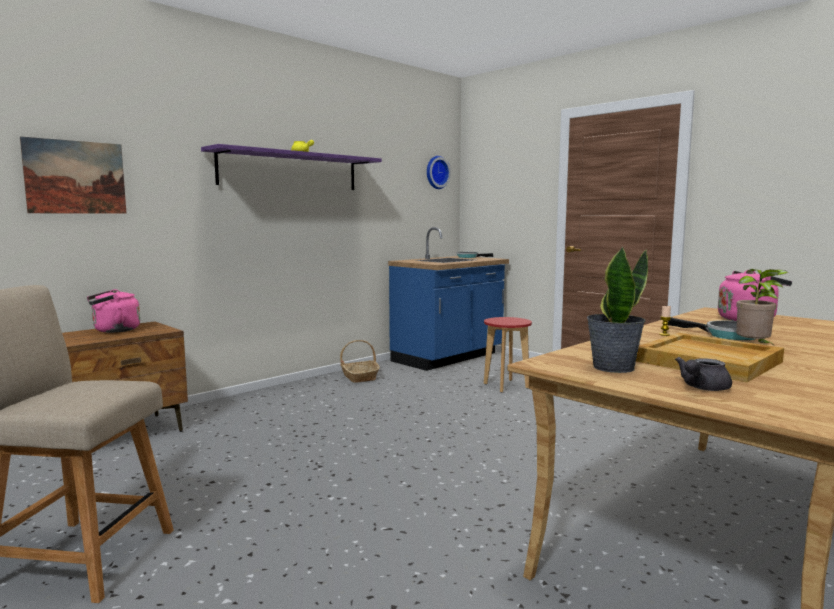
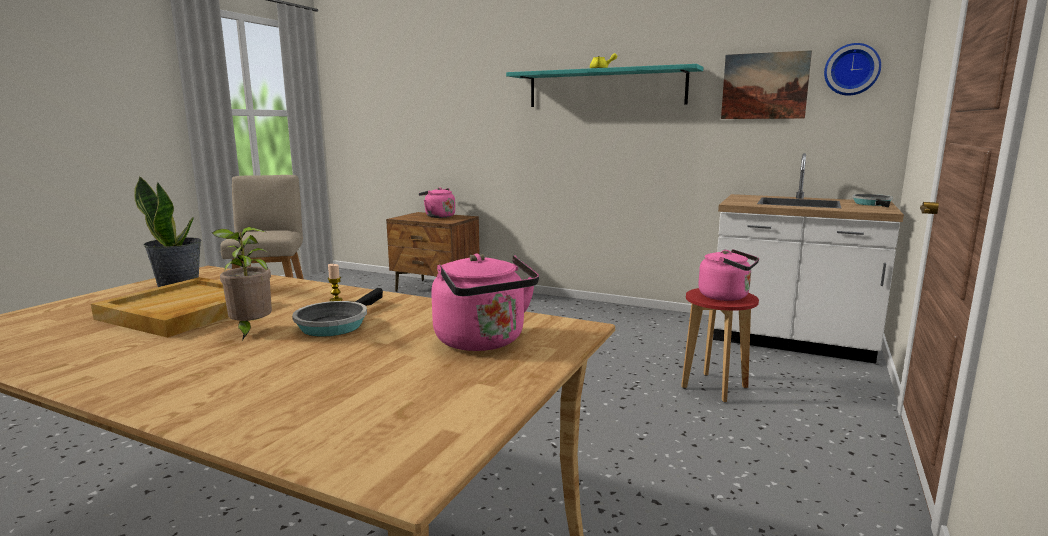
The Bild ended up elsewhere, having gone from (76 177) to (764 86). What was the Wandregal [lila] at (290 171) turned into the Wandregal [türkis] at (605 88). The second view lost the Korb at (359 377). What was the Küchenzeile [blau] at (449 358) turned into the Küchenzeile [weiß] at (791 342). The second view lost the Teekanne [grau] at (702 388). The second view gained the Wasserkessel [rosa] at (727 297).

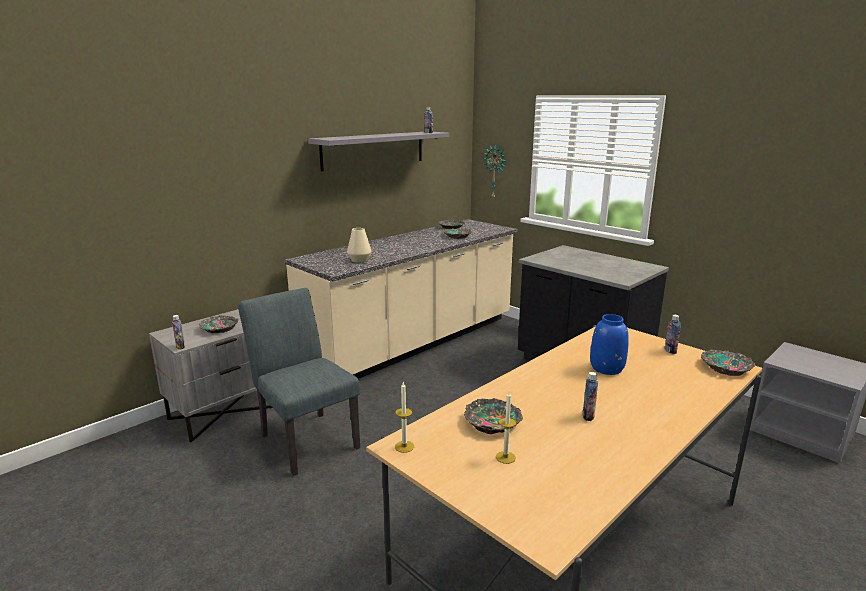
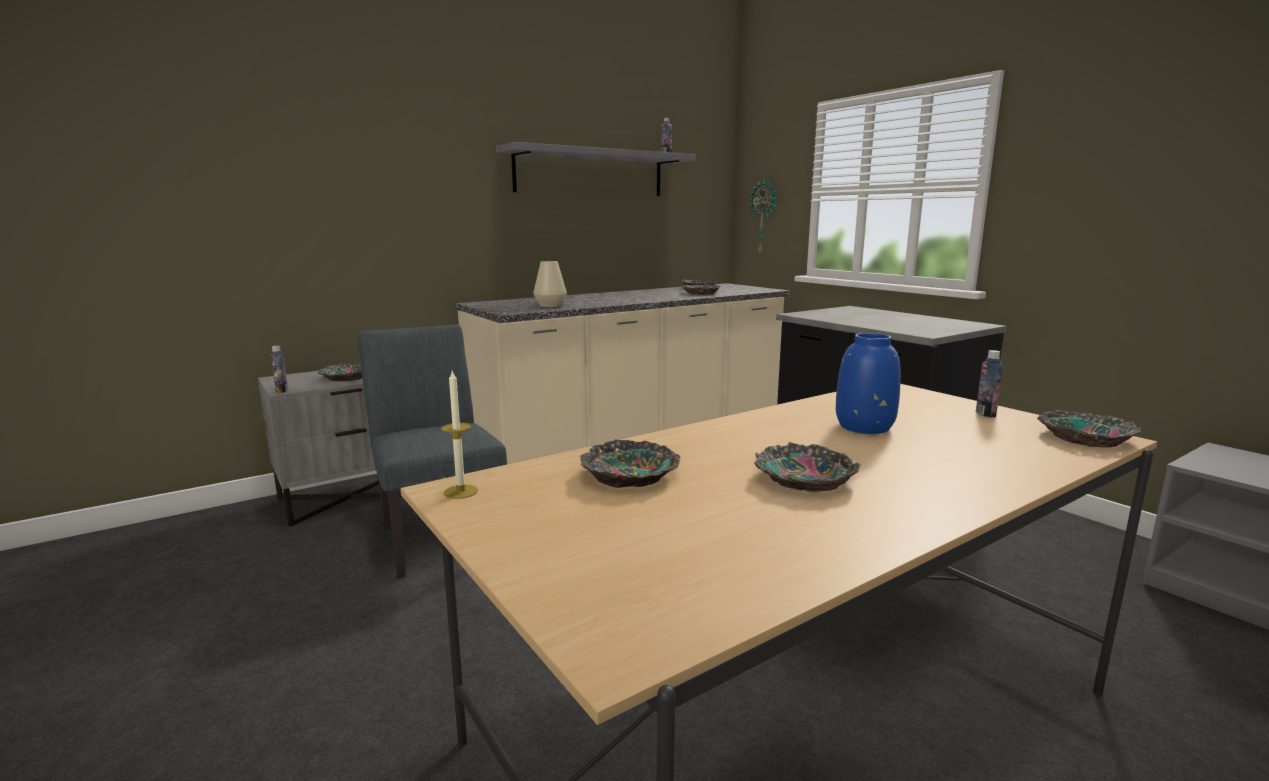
The second view lost the Kerze at (505 457). Where the Flasche stood at (588 416), the Schüssel came to stand at (803 478).

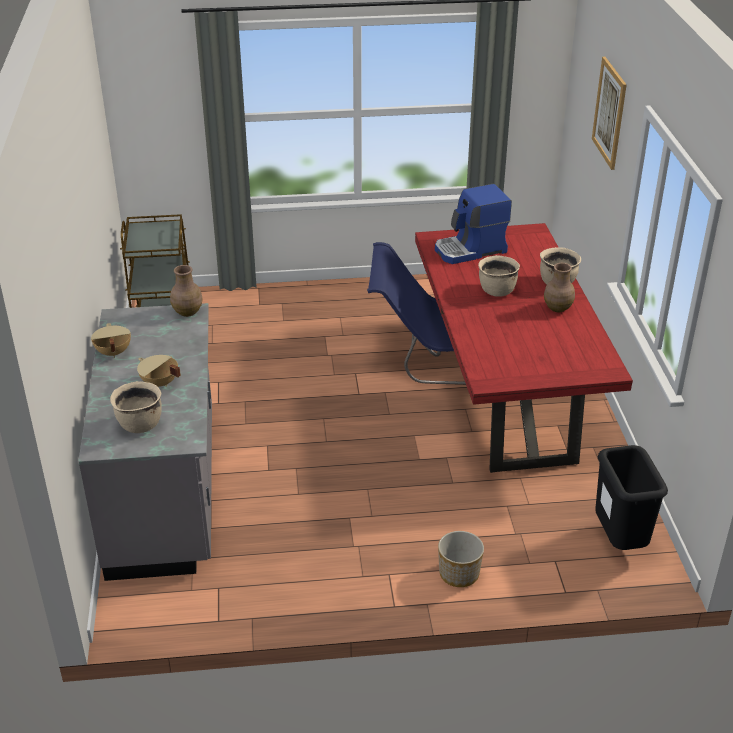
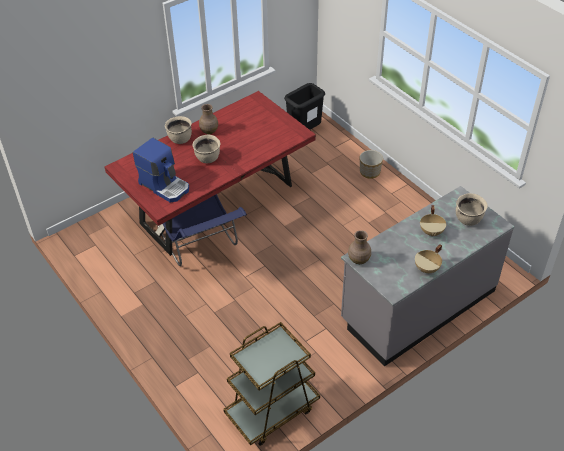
The second view lost the Bild at (609 113).

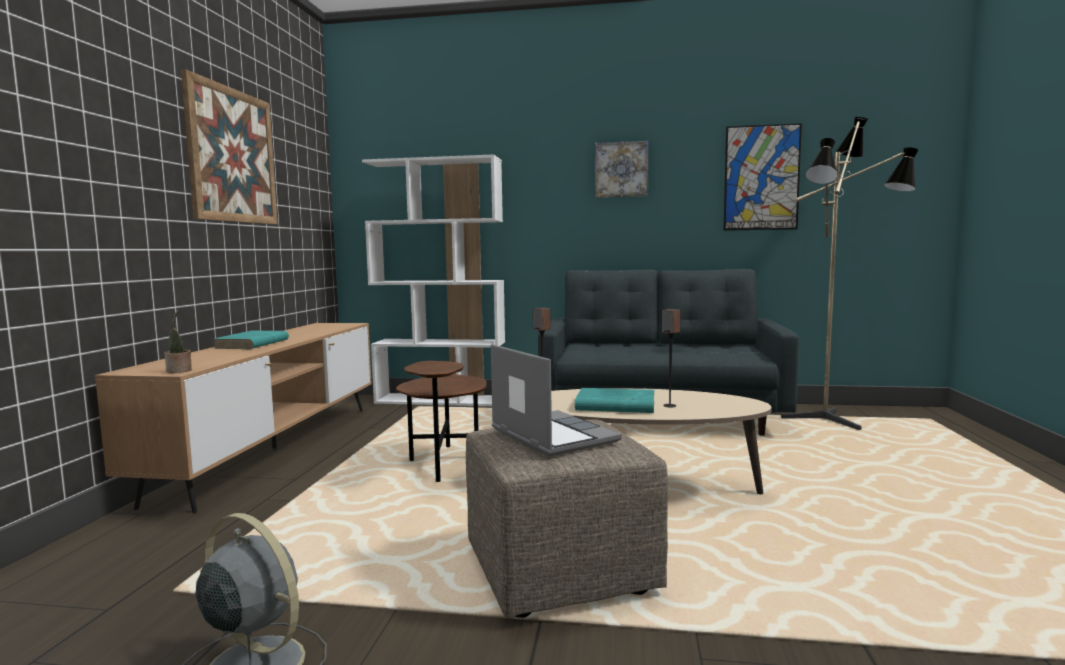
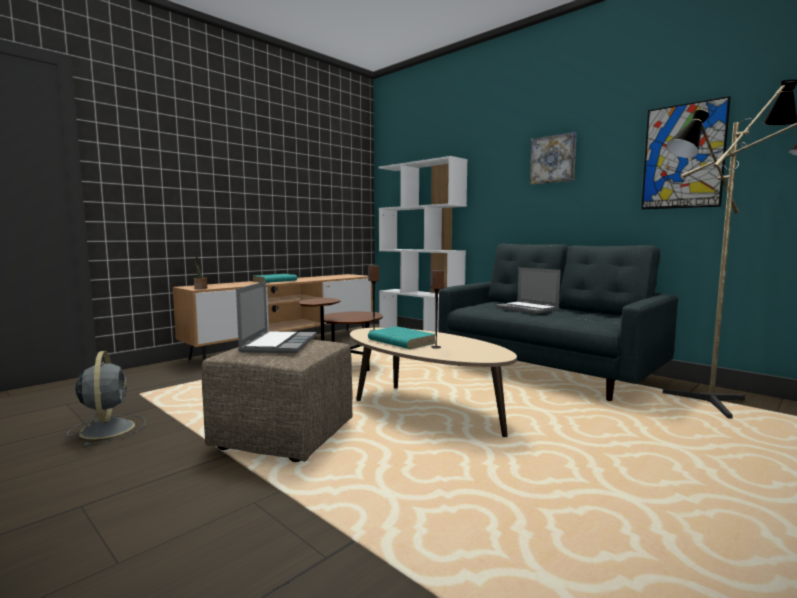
The second view lost the Bild at (232 156). The second view gained the Laptop at (528 309).

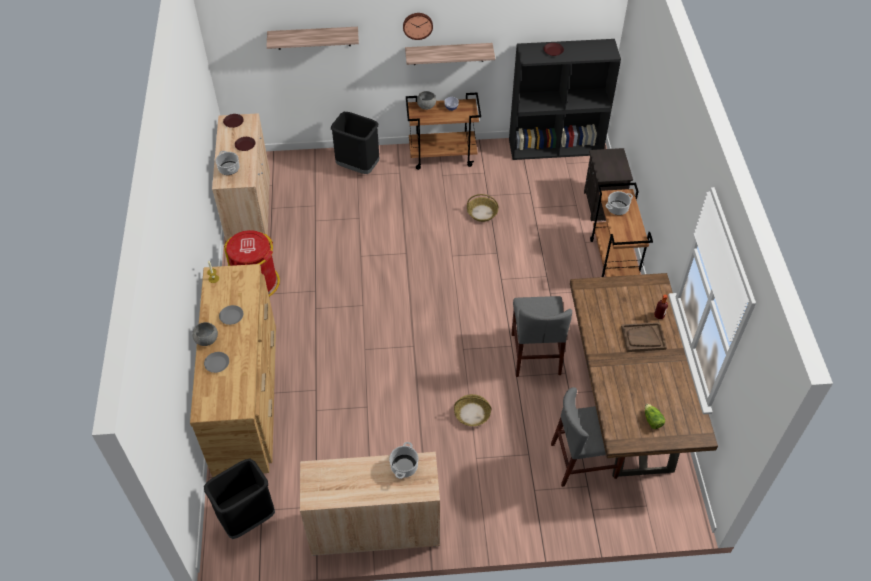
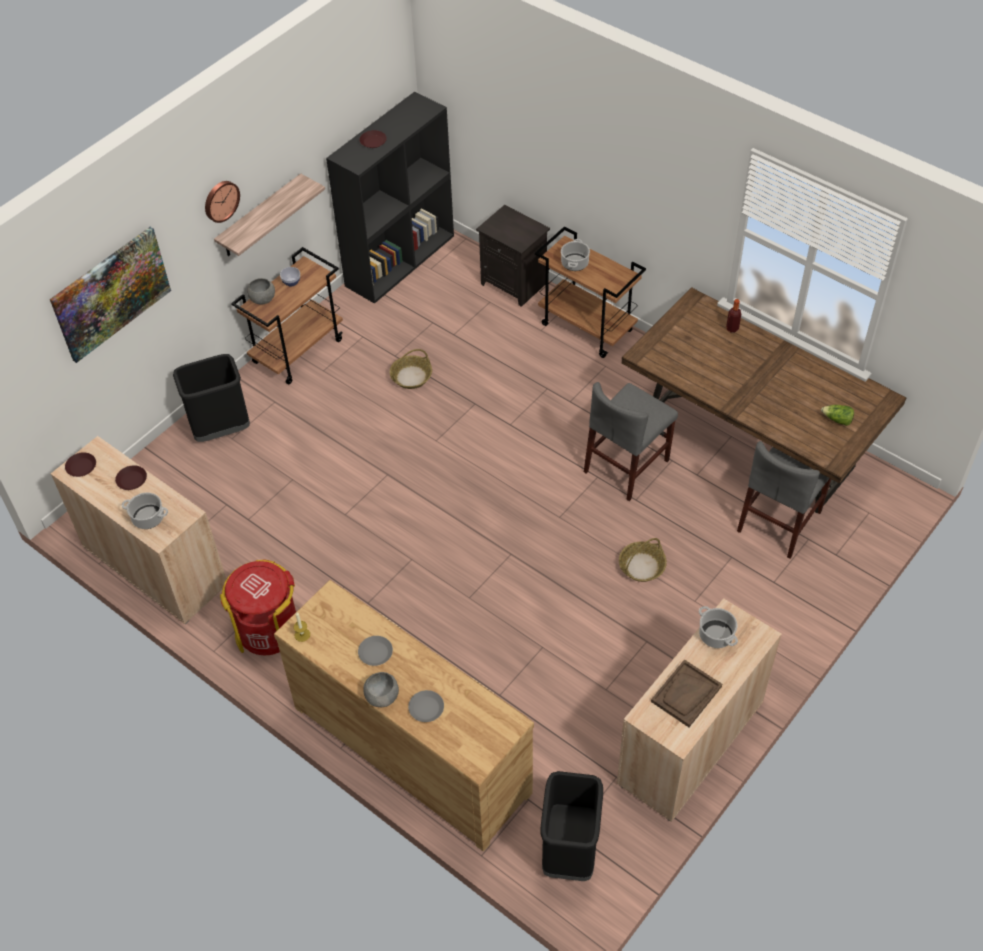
Where the Wandregal hung at (313 38), the Bild came to hang at (111 293). The Stuhl [grau] at (535 354) ended up facing another way, 90 degrees clockwise from before. The Tablett [braun] ended up elsewhere, having gone from (643 338) to (686 694).

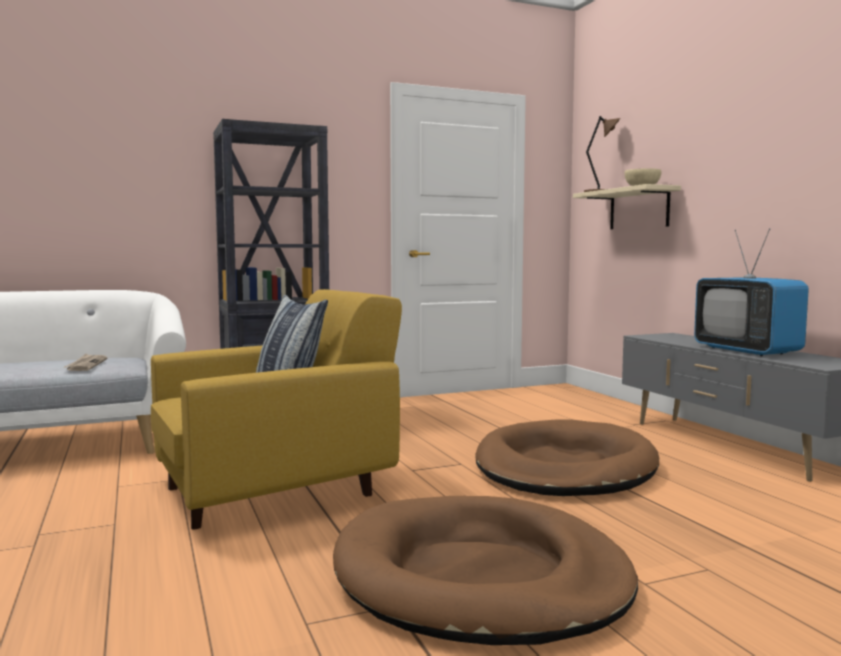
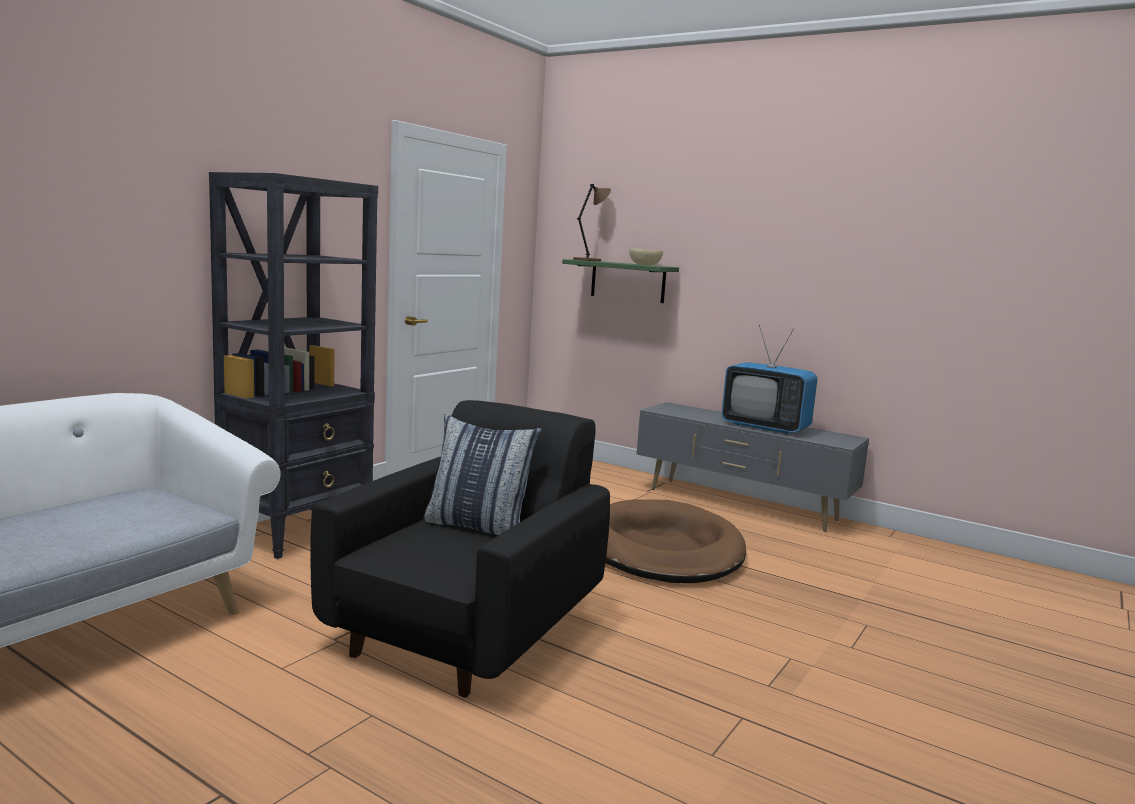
The second view lost the Zeitung at (86 365). What was the Sessel [gelb] at (277 490) turned into the Sessel [schwarz] at (468 630). The second view lost the Hundebett [braun] at (480 578). What was the Wandregal [beige] at (639 209) turned into the Wandregal [grün] at (628 281).

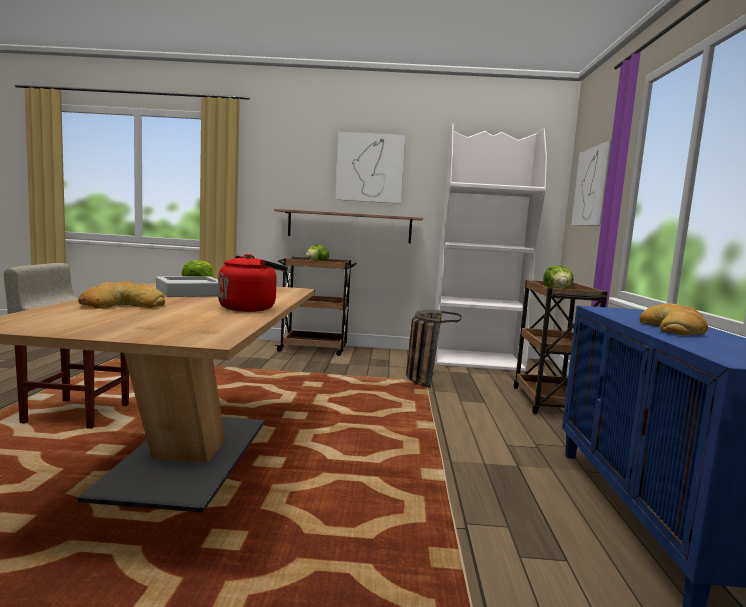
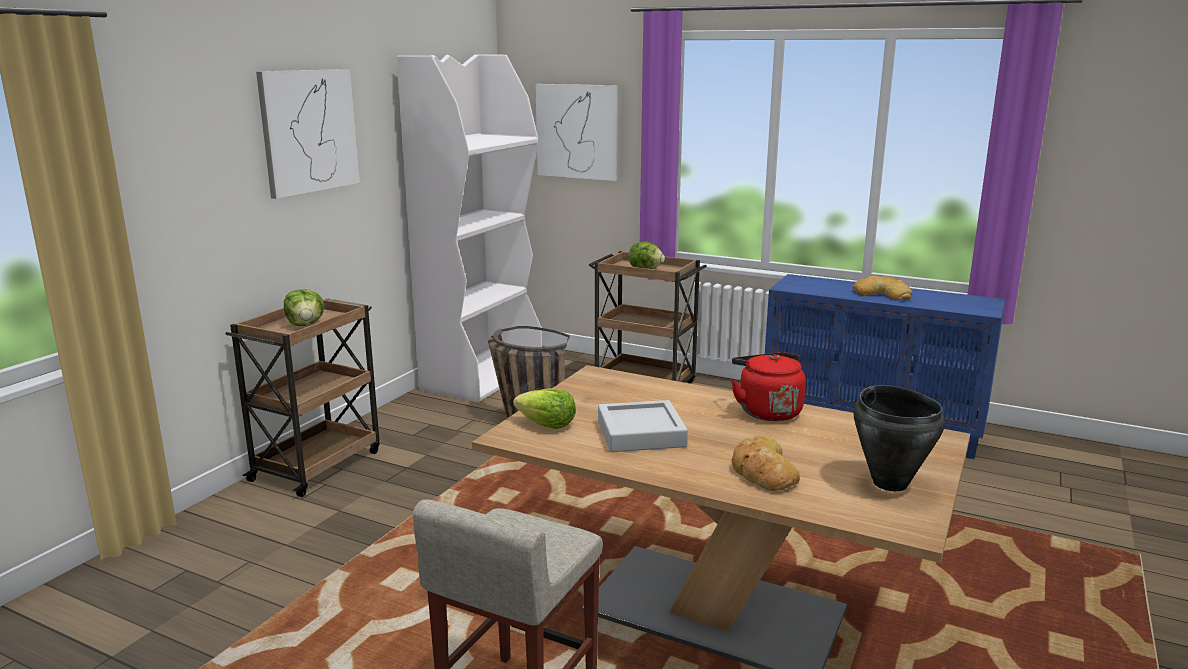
The second view lost the Wandregal at (349 226). The second view gained the Kochtopf [schwarz] at (890 483).

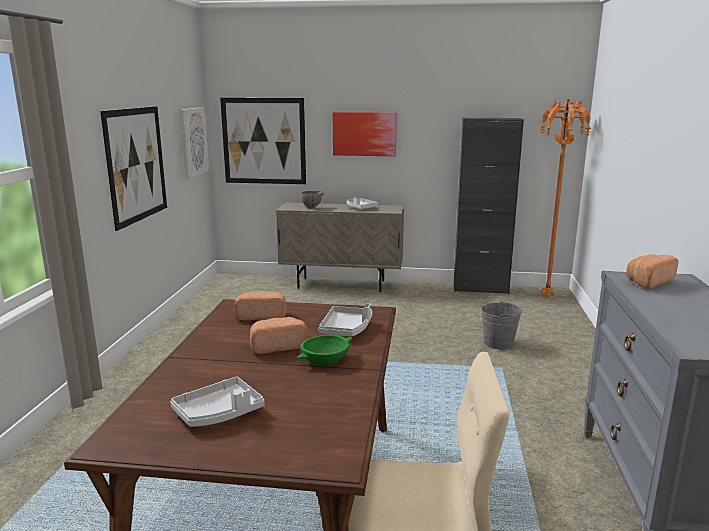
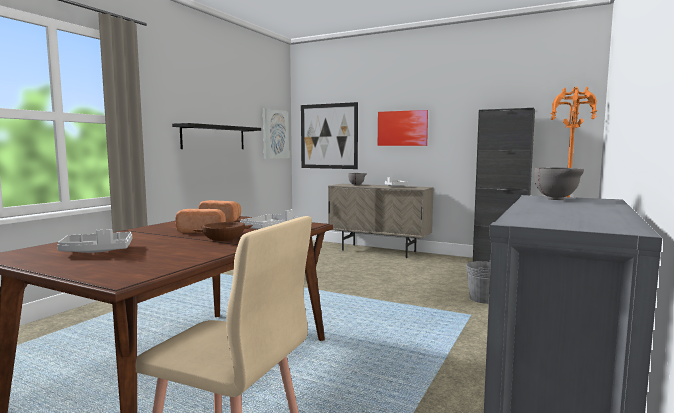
Where the Bild hung at (136 164), the Wandregal [schwarz] came to hang at (214 137). What was the Schüssel [grün] at (325 360) turned into the Schüssel [braun] at (223 239). Where the Brot stood at (647 282), the Schüssel [grau] came to stand at (557 199).

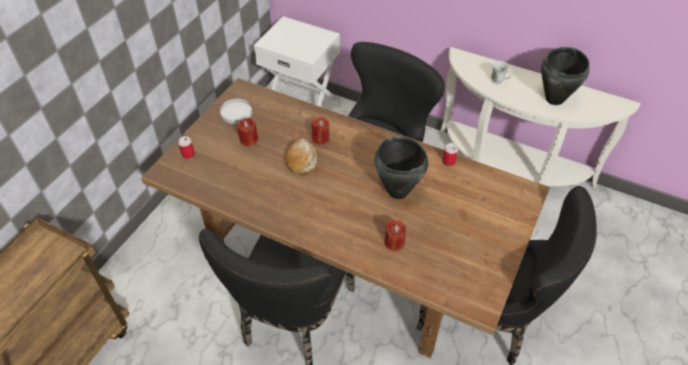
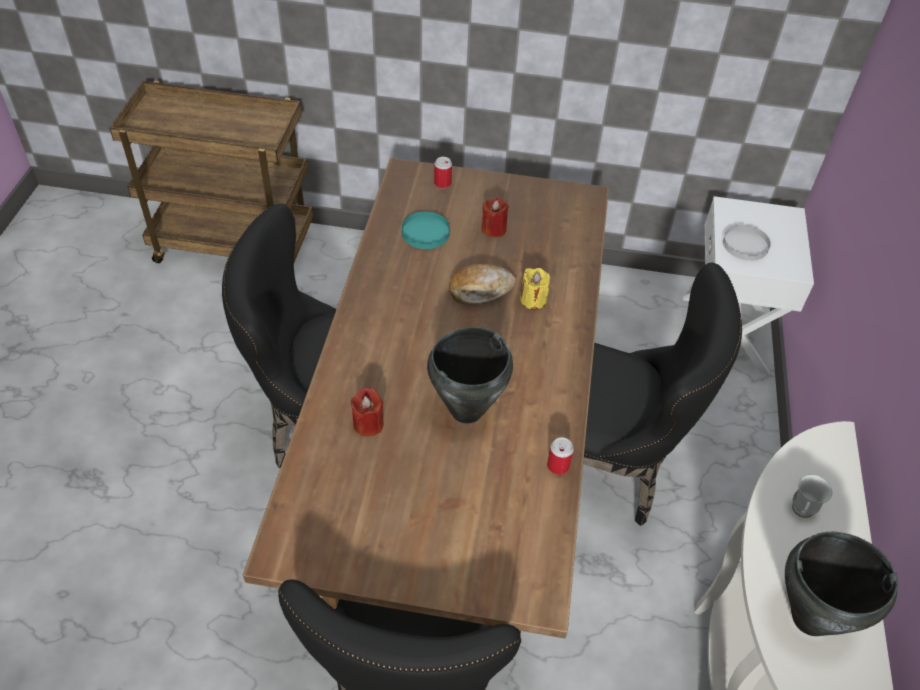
The Teller [weiß] ended up elsewhere, having gone from (236 112) to (746 244). What was the Kerze [rot] at (320 138) turned into the Kerze [gelb] at (533 300). The second view gained the Teller [türkis] at (426 232).

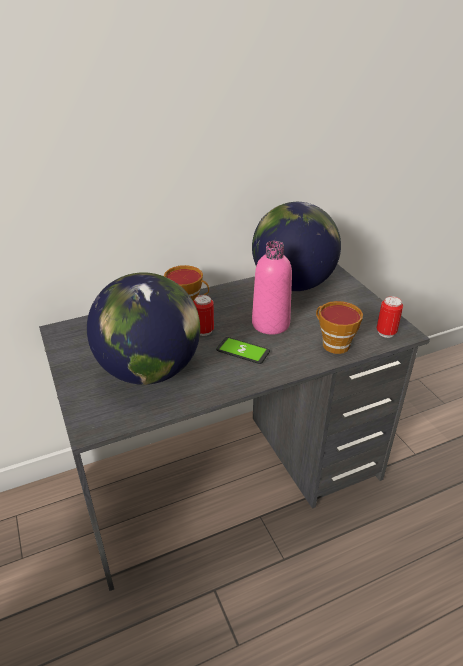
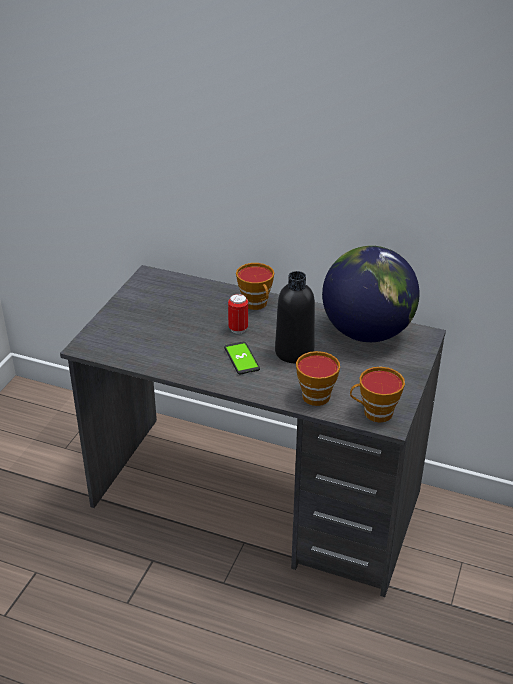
The second view lost the Globus at (149 371). What was the Flasche [rosa] at (270 324) turned into the Flasche [schwarz] at (294 352). Where the Dose stood at (386 332), the Tasse came to stand at (374 413).

